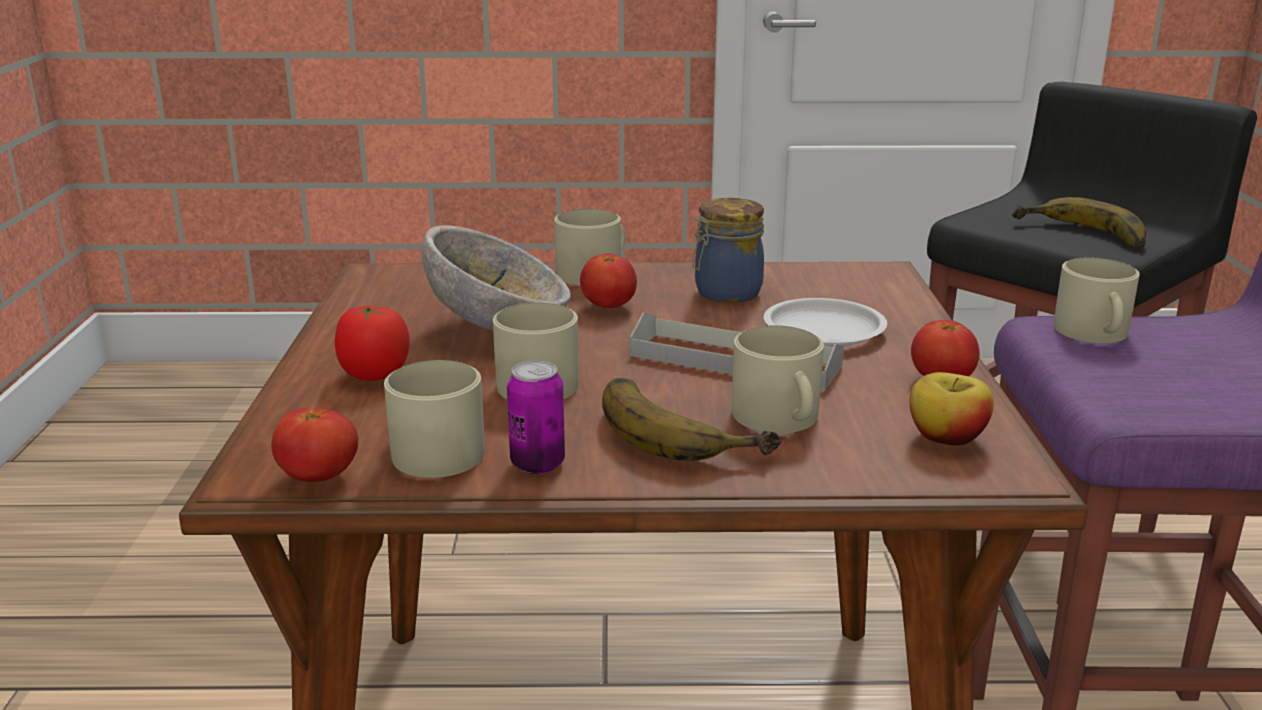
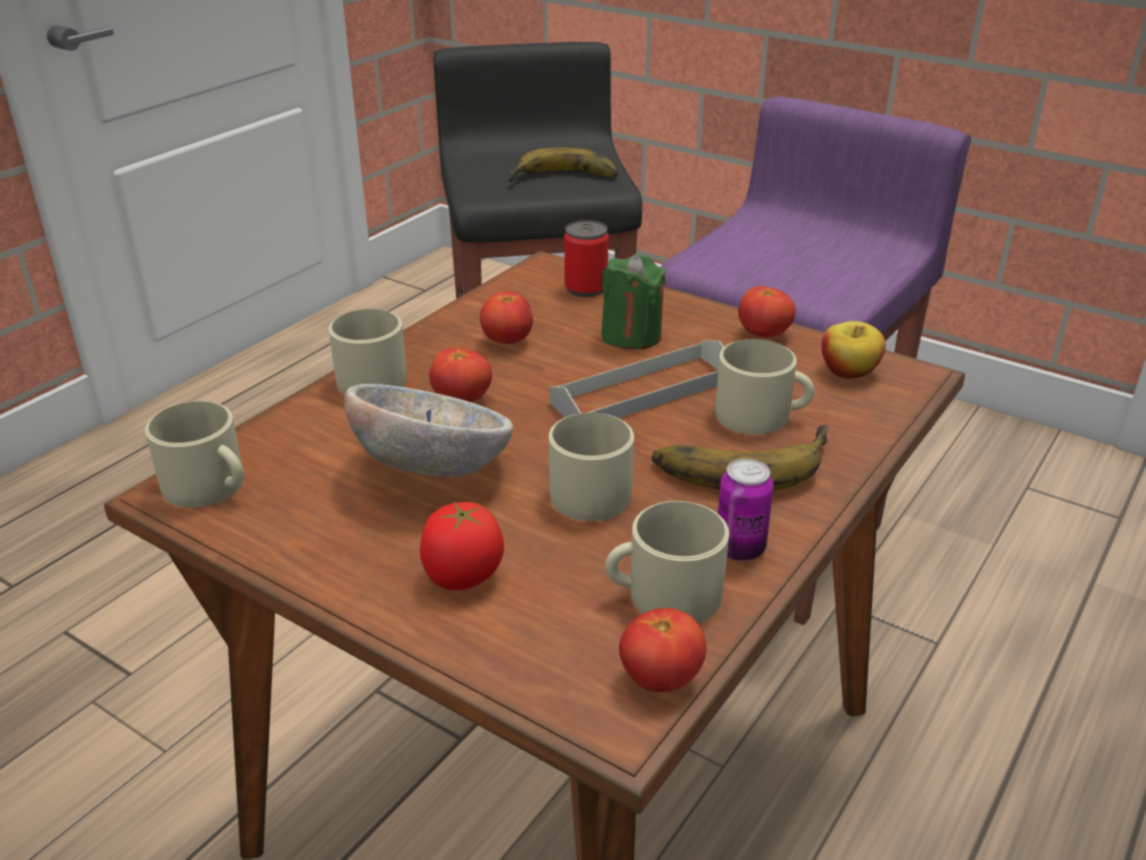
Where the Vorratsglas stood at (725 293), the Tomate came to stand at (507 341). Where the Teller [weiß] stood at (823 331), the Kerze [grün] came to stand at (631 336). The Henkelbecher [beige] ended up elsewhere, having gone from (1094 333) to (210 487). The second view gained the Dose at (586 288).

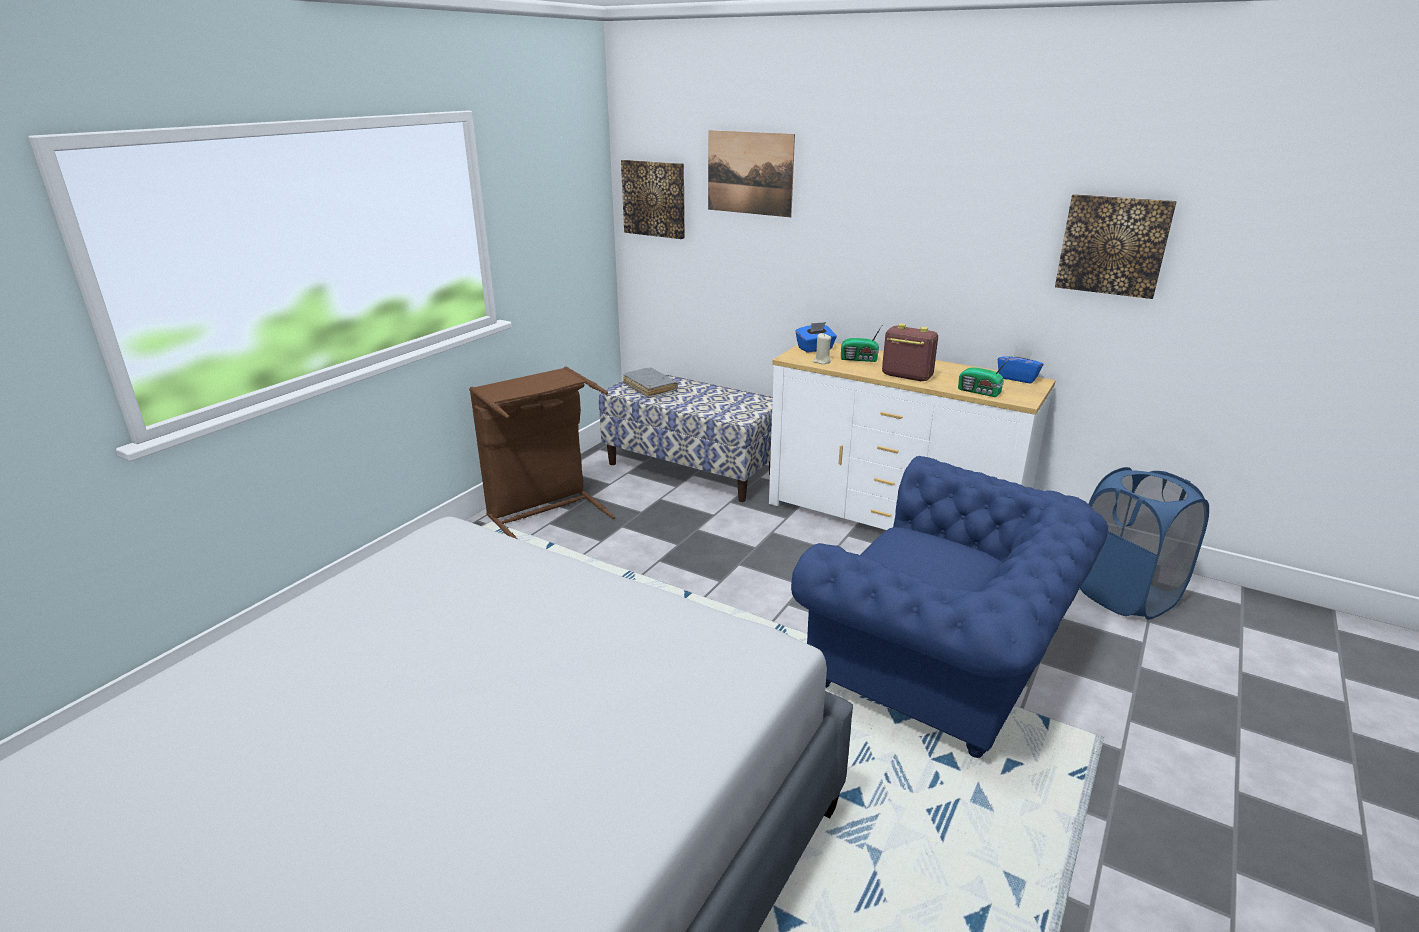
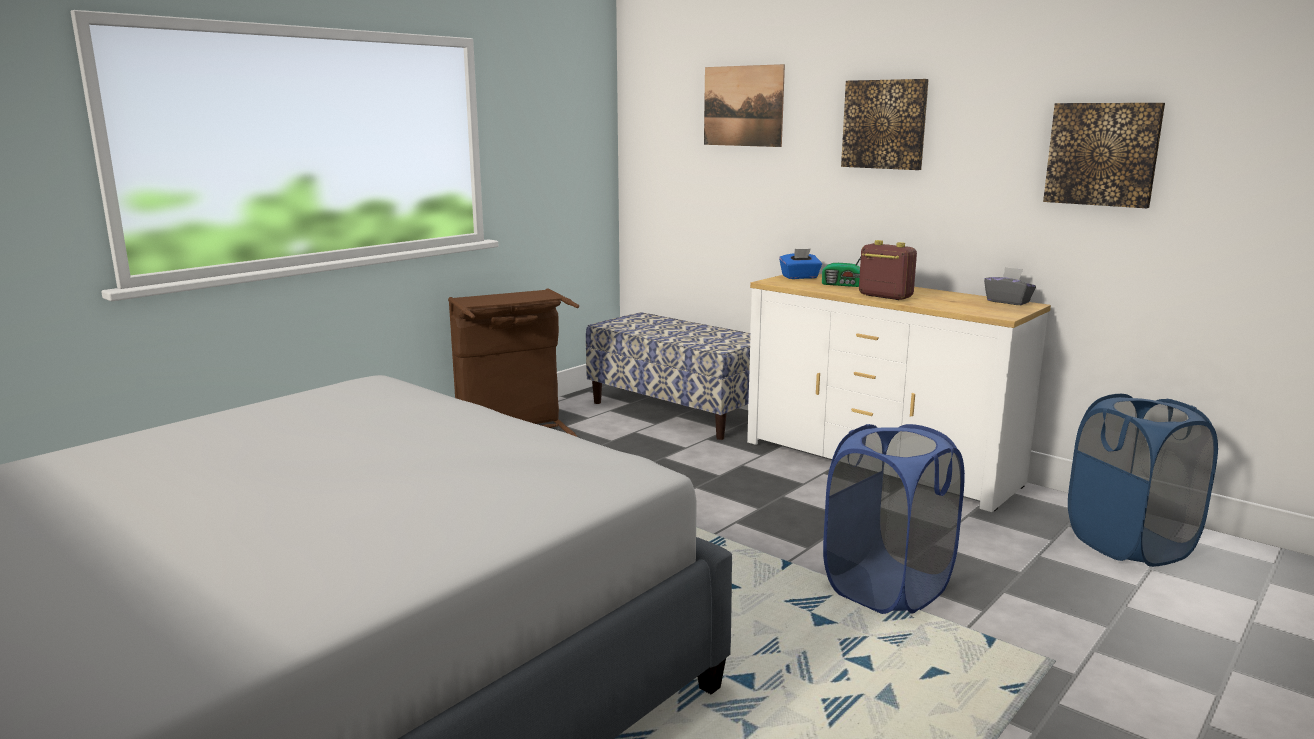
The Bild ended up elsewhere, having gone from (654 198) to (884 124). The second view lost the Buch [grau] at (650 388). Where the Sessel [blau] stood at (943 670), the Wäschekorb [blau] came to stand at (887 588). The second view lost the Kerze [beige] at (822 361). The second view lost the Radio at (980 392). What was the Taschentuchbox [blau] at (1017 378) turned into the Taschentuchbox [grau] at (1008 302).

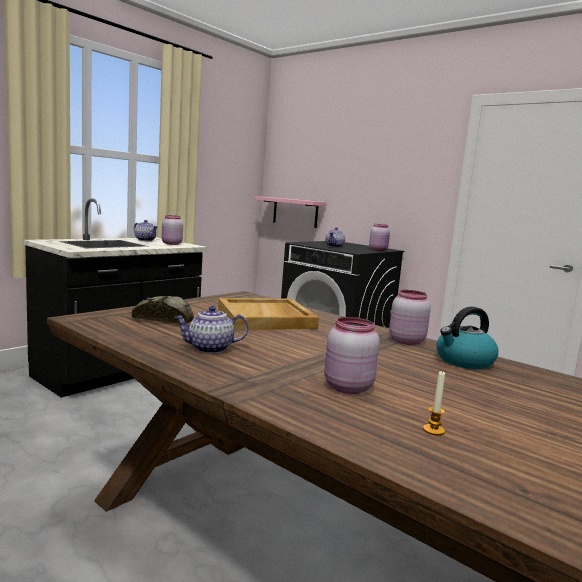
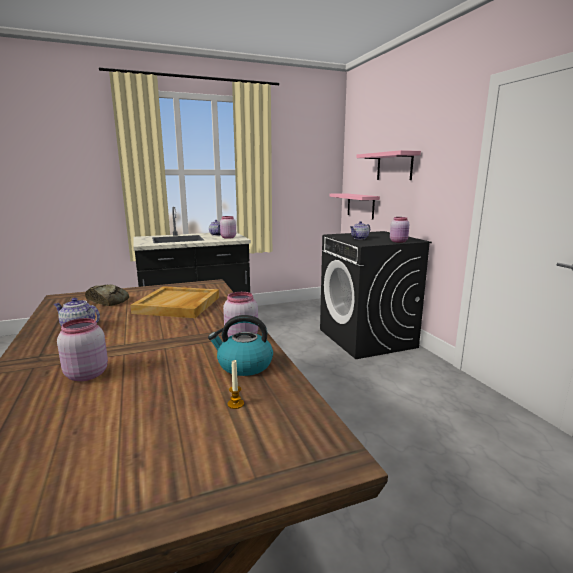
The Kerze ended up elsewhere, having gone from (433 430) to (235 404). The second view gained the Wandregal [rosa] at (394 166).

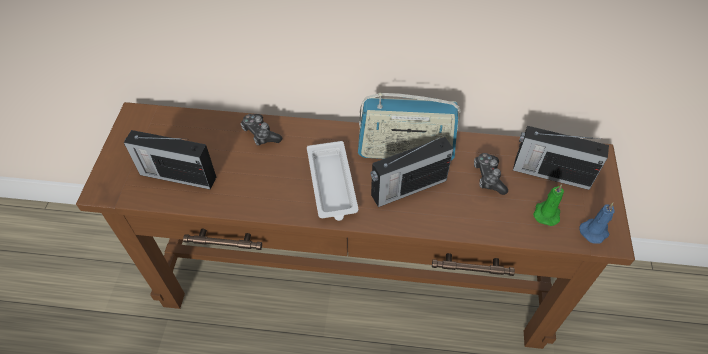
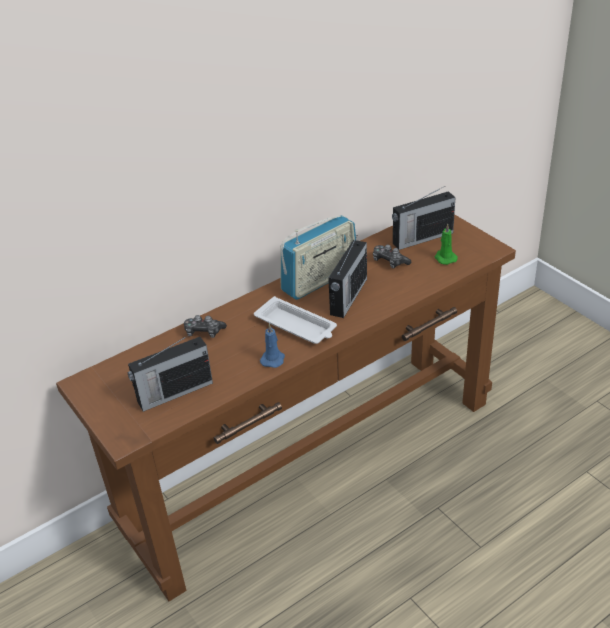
The Kerze [blau] ended up elsewhere, having gone from (595 231) to (273 359).

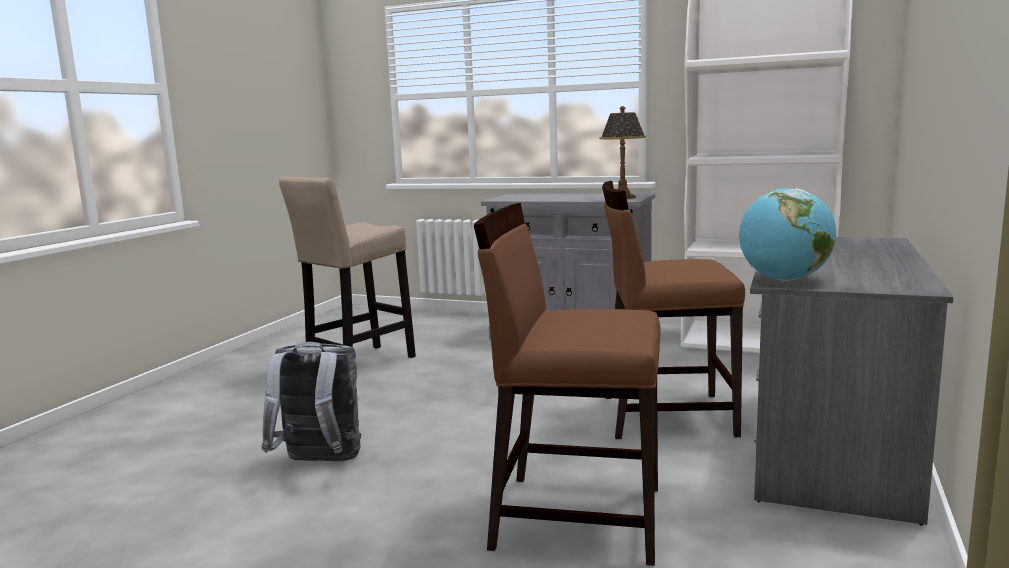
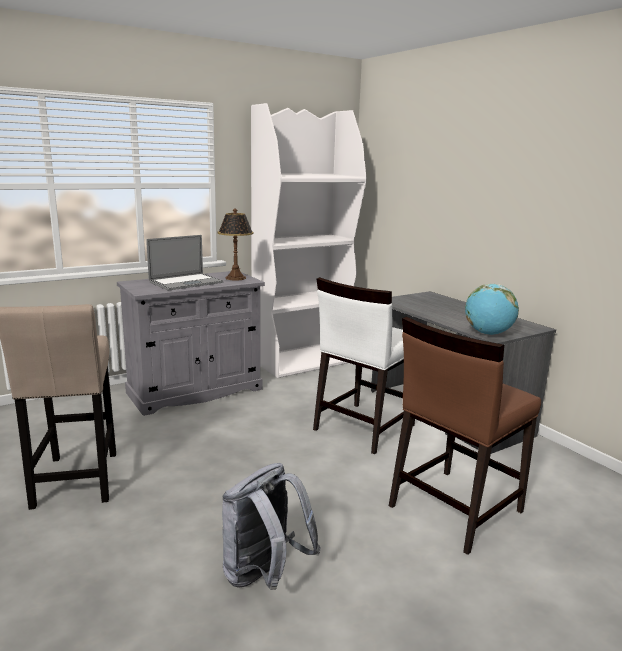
What was the Stuhl [braun] at (665 415) turned into the Stuhl [weiß] at (363 427). The second view gained the Laptop at (186 282).

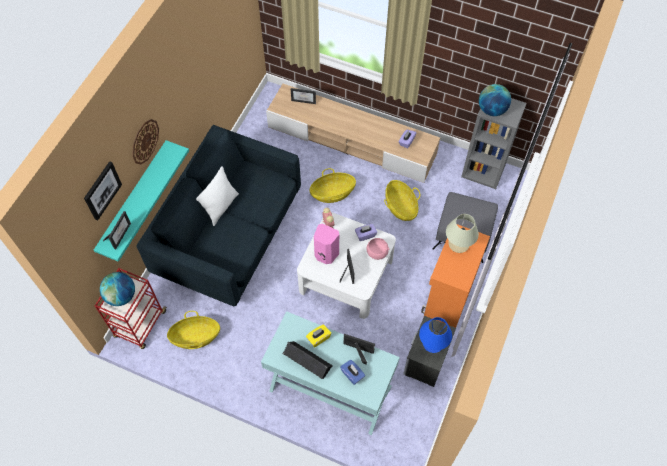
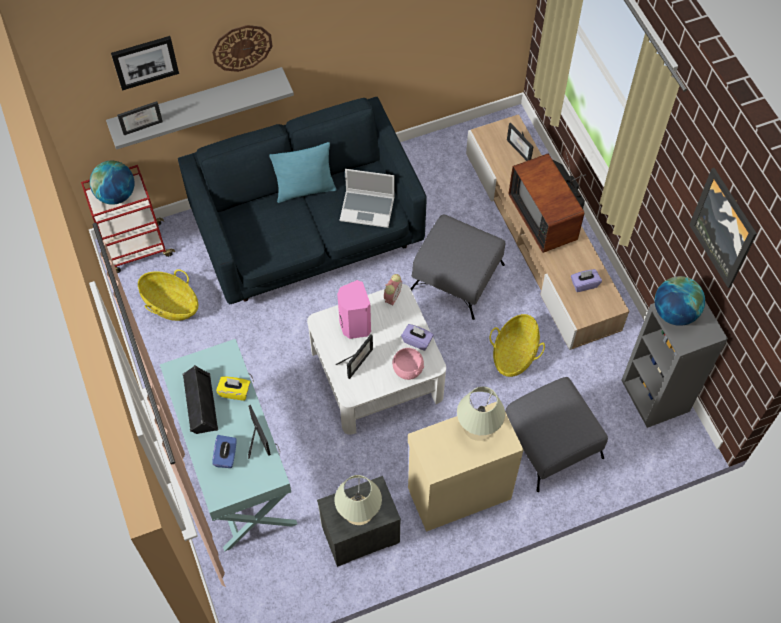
What was the Wandregal [türkis] at (134 199) turned into the Wandregal [grau] at (197 104). What was the Kissen [weiß] at (221 207) turned into the Kissen [türkis] at (305 190). Where the Korb stood at (332 193), the Polsterhocker [grau] came to stand at (457 278). What was the Tischlampe [blau] at (433 343) turned into the Tischlampe [beige] at (358 511). What was the Schrank [orange] at (448 296) turned into the Schrank [beige] at (457 492). The second view gained the Laptop at (368 209). The second view gained the Fernseher at (547 217). The second view gained the Bild at (723 228).

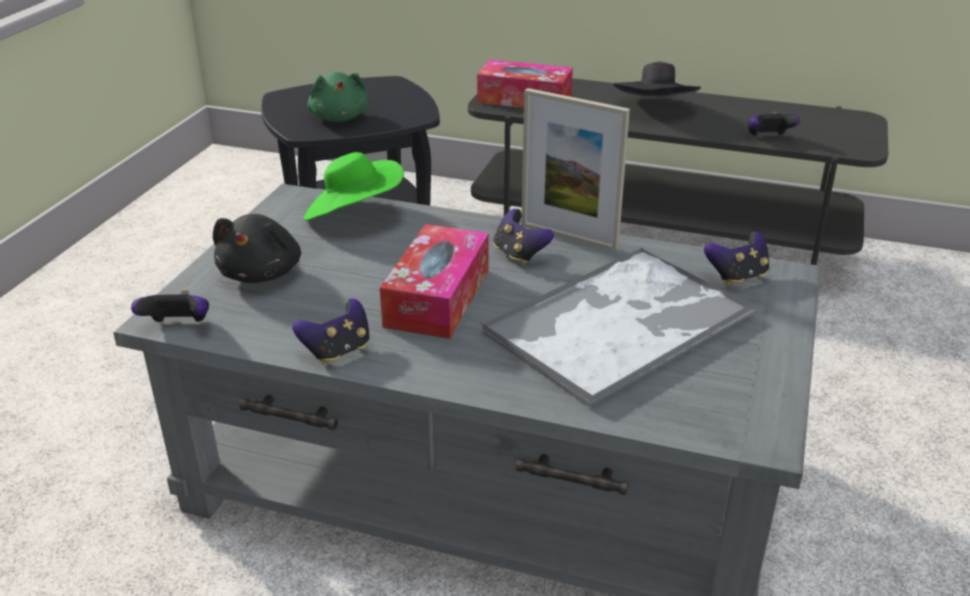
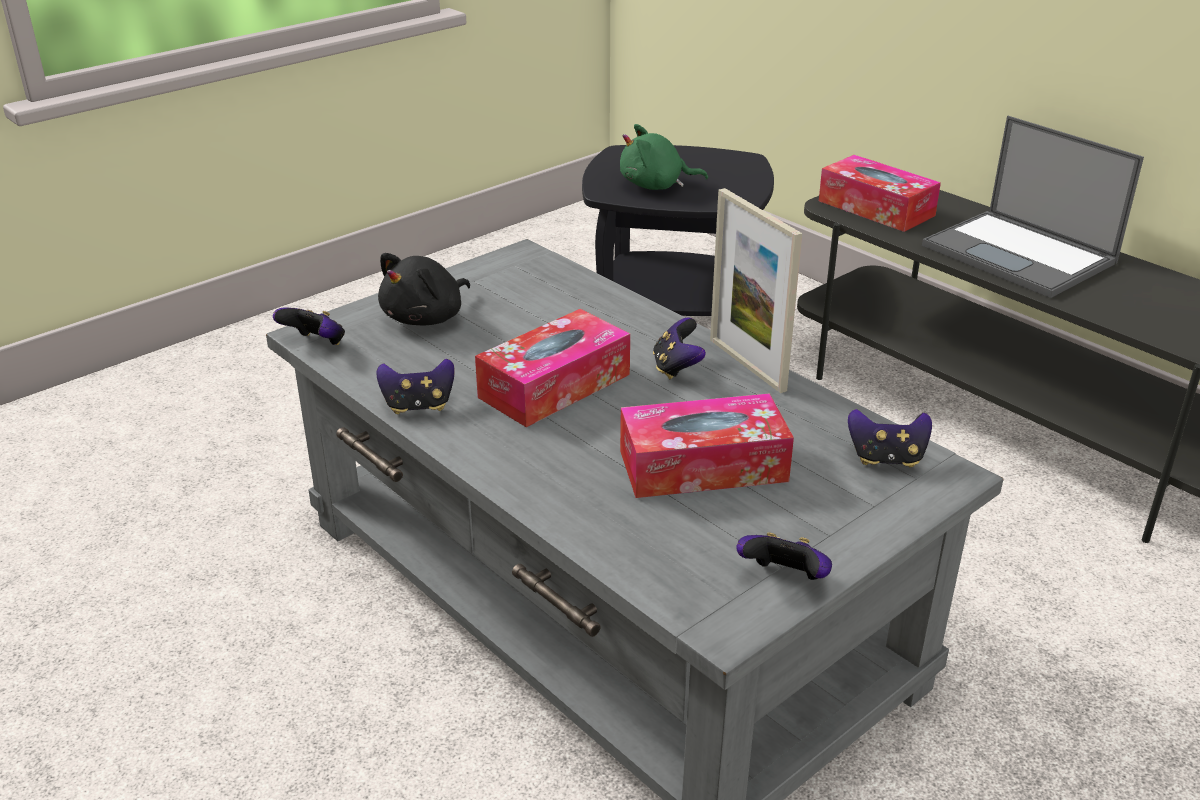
The second view lost the Hut [grün] at (354 215). The Plüschtier [grün] at (339 117) ended up facing another way, 75 degrees clockwise from before. Where the Tablett stood at (620 323), the Taschentuchbox came to stand at (703 466). Where the Hut [schwarz] stood at (655 110), the Laptop came to stand at (1021 255). The Gamepad ended up elsewhere, having gone from (768 138) to (784 579).

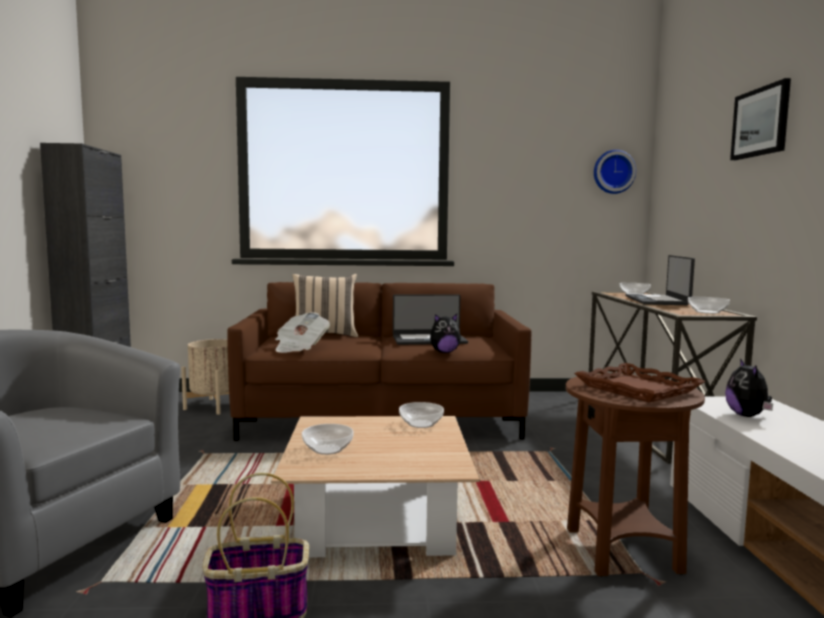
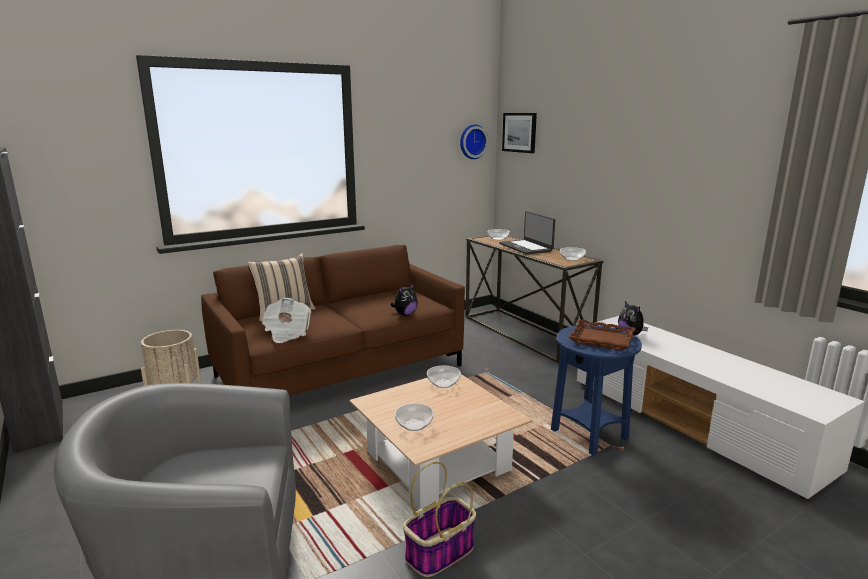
The second view lost the Laptop at (429 340). What was the Beistelltisch [braun] at (623 551) turned into the Beistelltisch [blau] at (589 435). The Bild ended up elsewhere, having gone from (761 122) to (519 132).

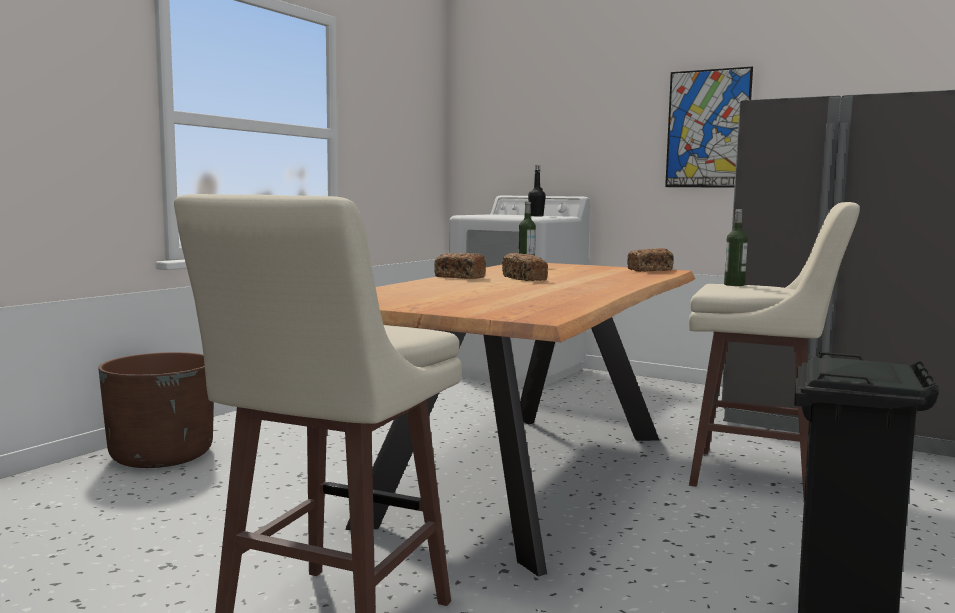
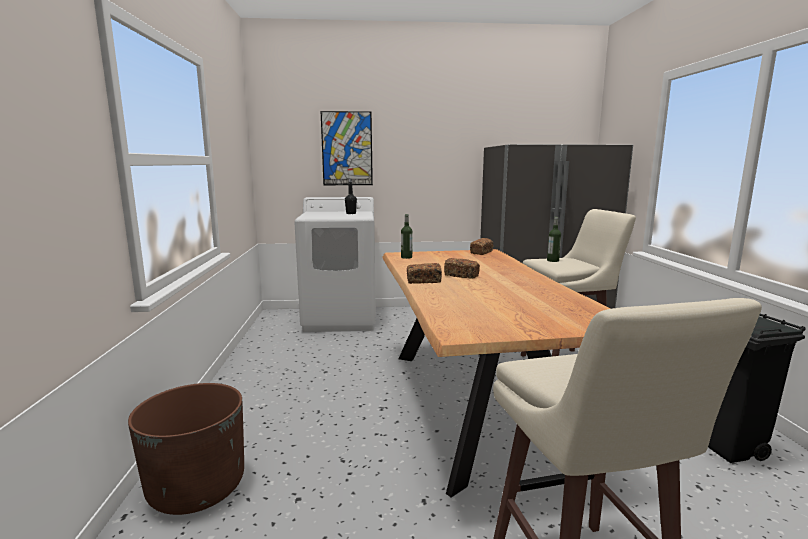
The Bild ended up elsewhere, having gone from (707 129) to (347 149).

